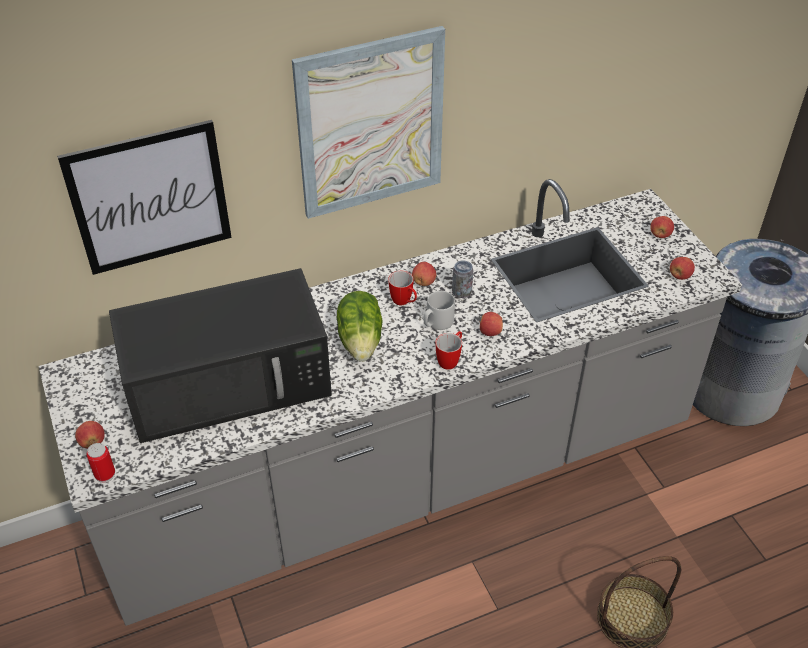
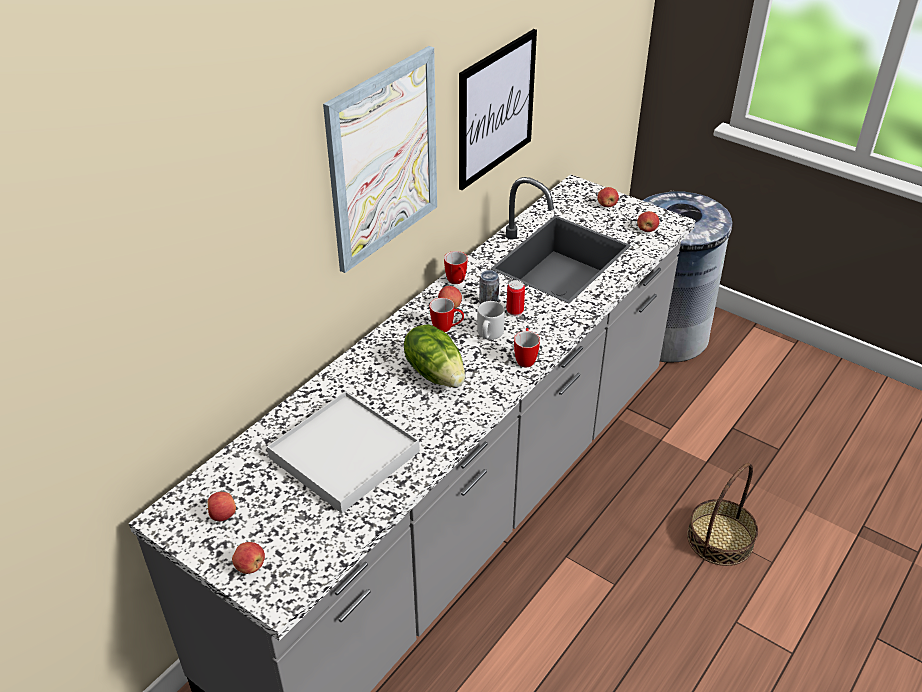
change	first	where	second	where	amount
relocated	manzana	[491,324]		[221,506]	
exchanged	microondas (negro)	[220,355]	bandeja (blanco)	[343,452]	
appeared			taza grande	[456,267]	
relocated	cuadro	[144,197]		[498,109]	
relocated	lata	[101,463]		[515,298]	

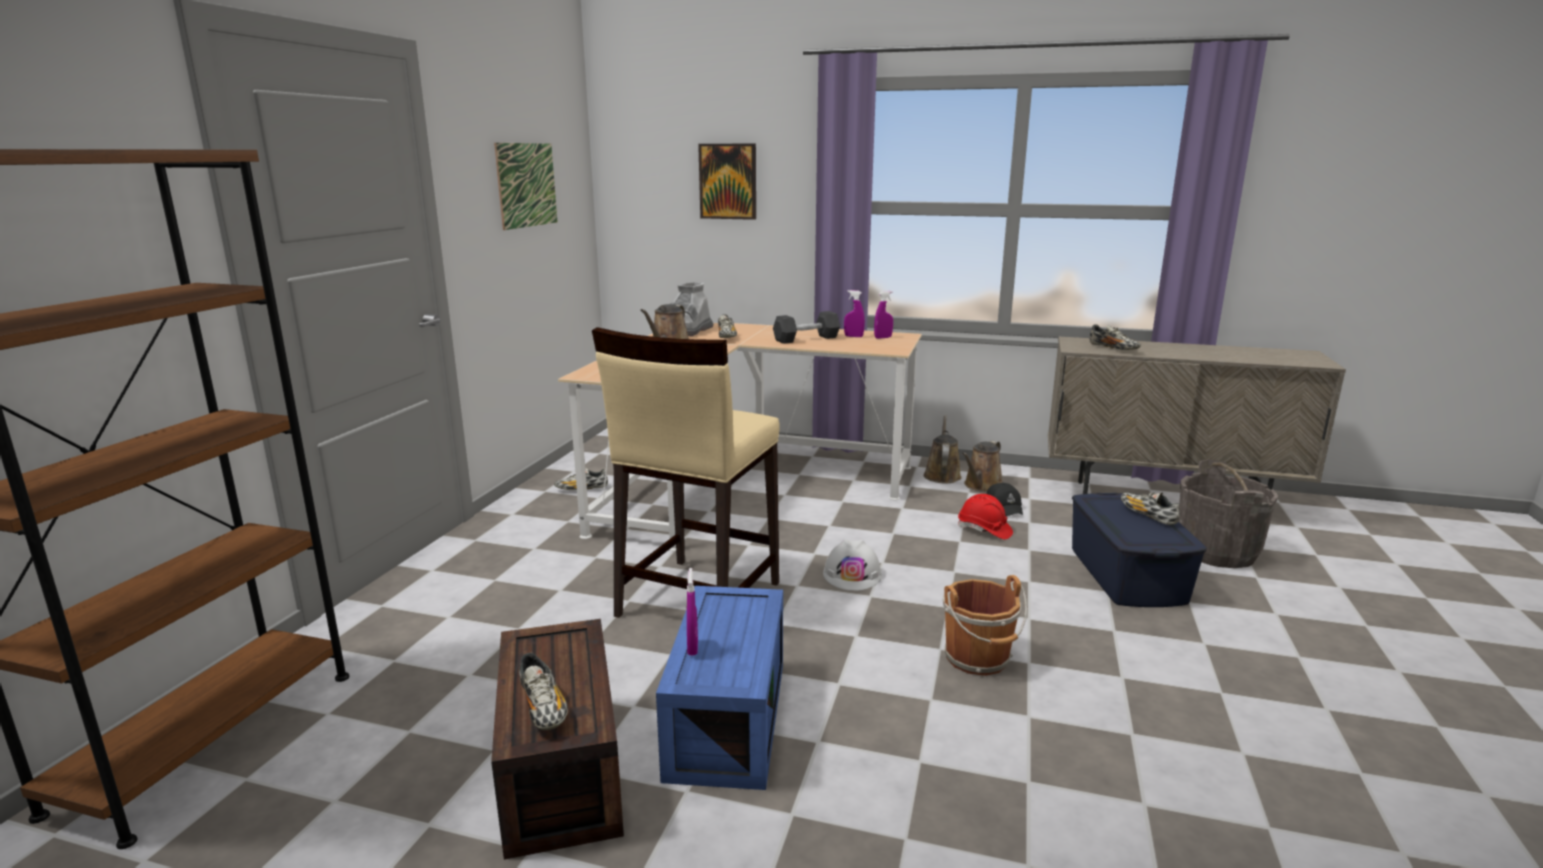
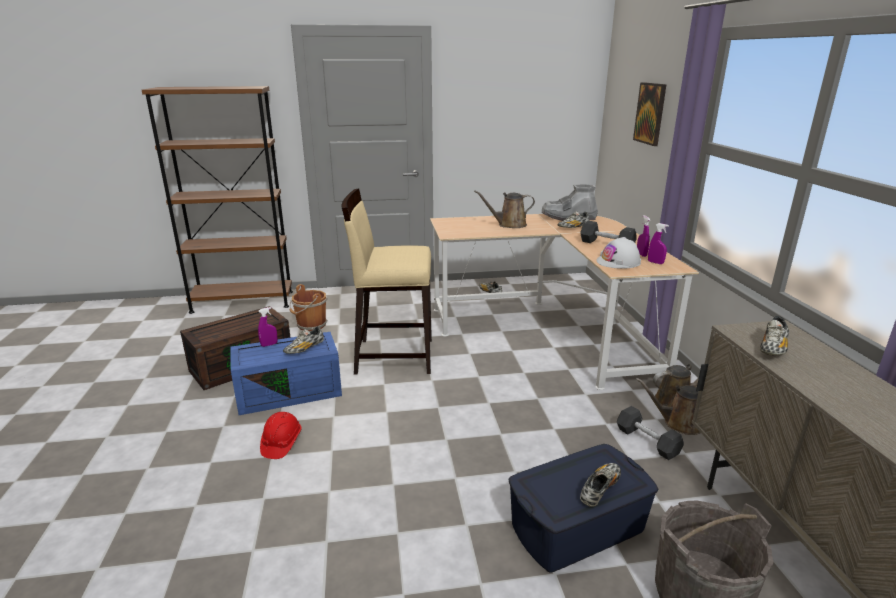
change	first	where	second	where	amount
relocated	casco (rojo)	[985,516]		[281,435]	
relocated	zapato	[543,691]		[303,340]	
relocated	cubo (marrón)	[985,625]		[308,307]	
relocated	casco (blanco)	[852,565]		[618,252]	
exchanged	gorra (negro)	[1004,500]	mancuerna (negro)	[650,433]	
missing	cuadro	[526,186]			

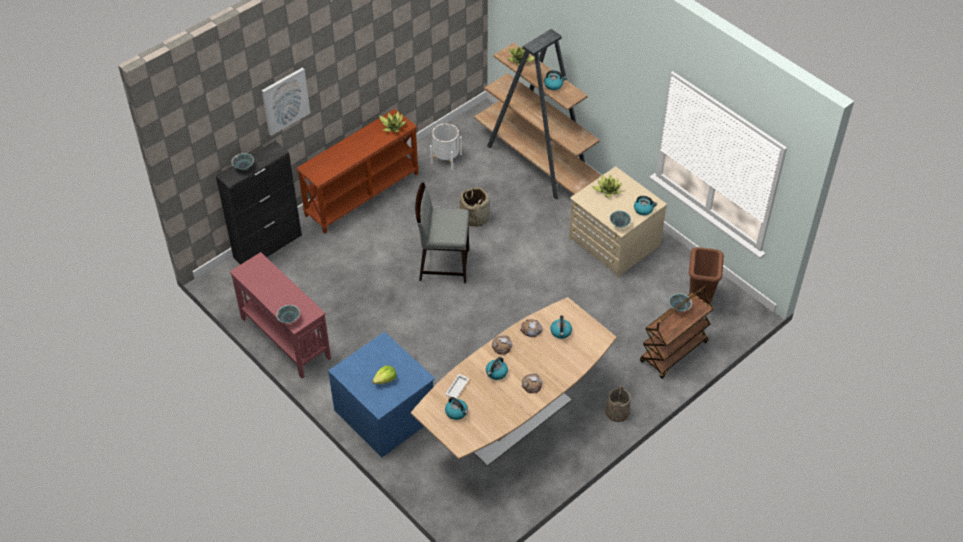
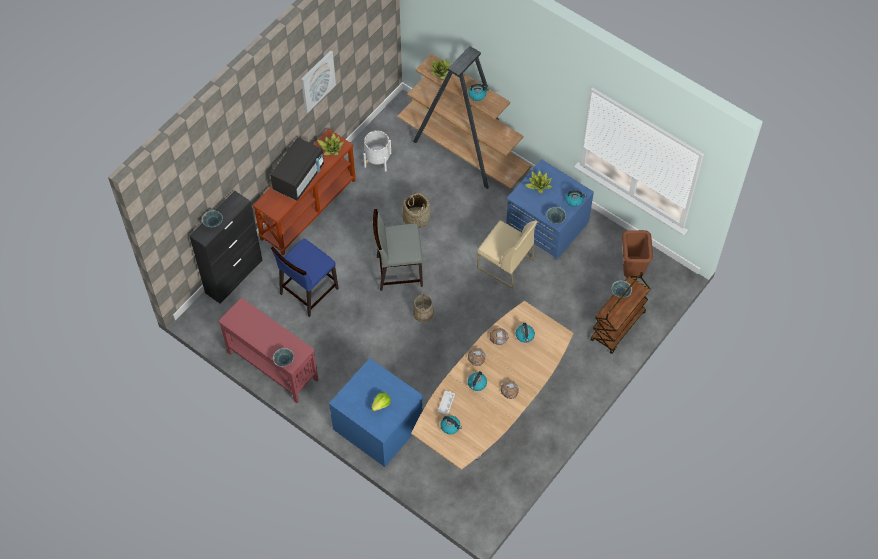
change	first	where	second	where	amount
appeared			microondas (negro)	[297,169]	
appeared			silla (azul)	[305,277]	
relocated	cuadro	[286,101]		[318,81]	
relocated	cubo (beis)	[618,403]		[423,307]	
appeared			silla (beis)	[507,254]	
colour	cómoda (beis)	[618,221]	cómoda (azul)	[550,209]	

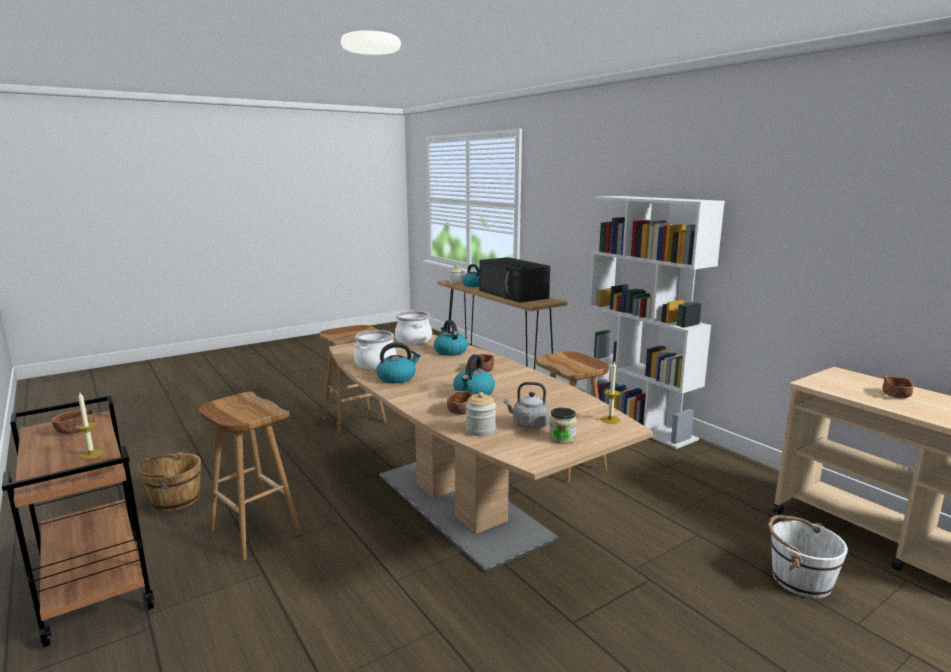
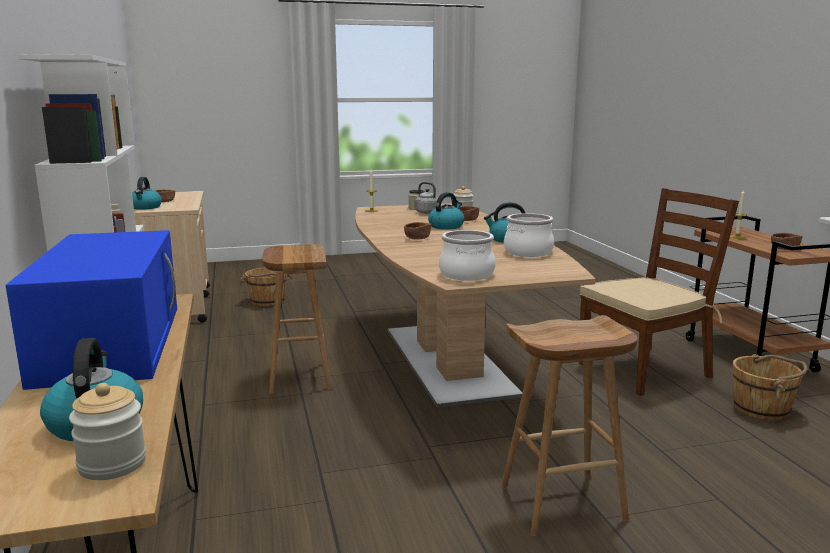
change	first	where	second	where	amount
colour	microondas (negro)	[514,280]	microondas (azul)	[91,310]	
relocated	hervidor	[451,338]		[147,193]	
colour	cubo (blanco)	[808,556]	cubo (marrón)	[266,286]	
exchanged	taburete (marrón)	[250,475]	silla (marrón)	[659,292]	

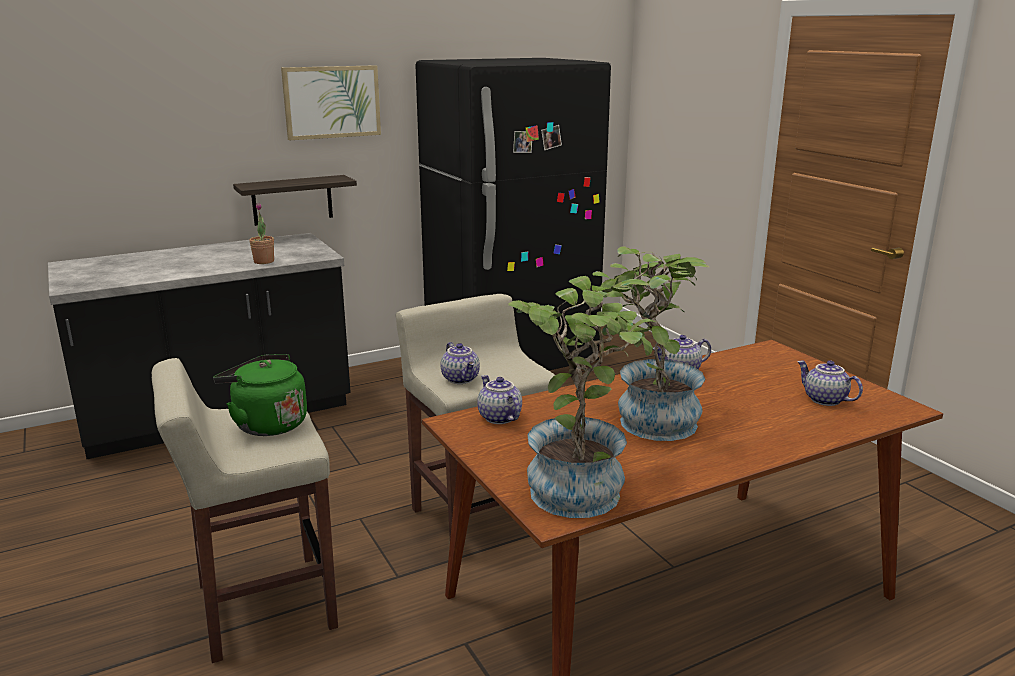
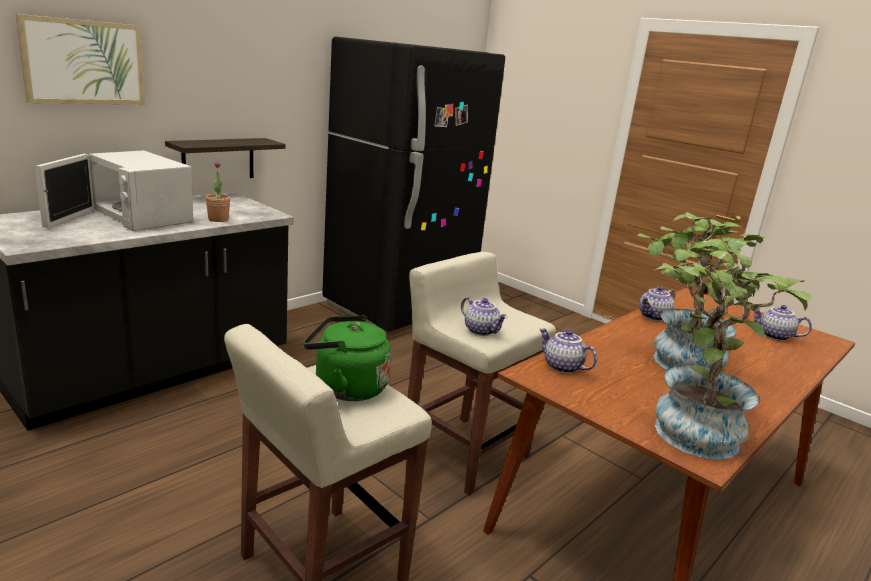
change	first	where	second	where	amount
relocated	cuadro	[331,102]		[80,59]	
appeared			microondas (blanco)	[114,190]	

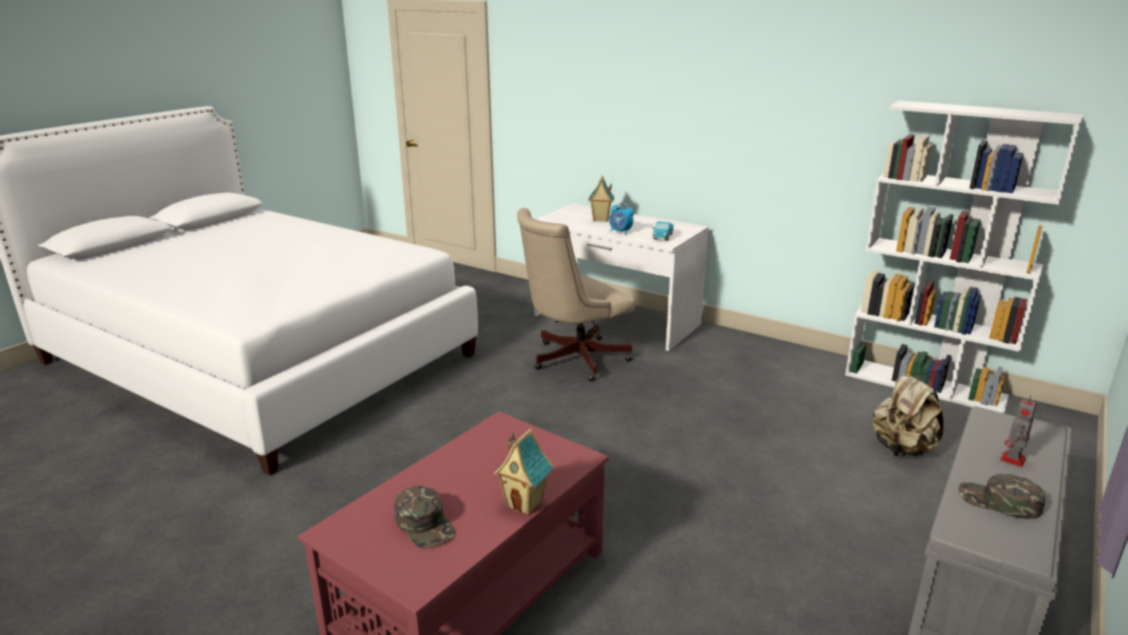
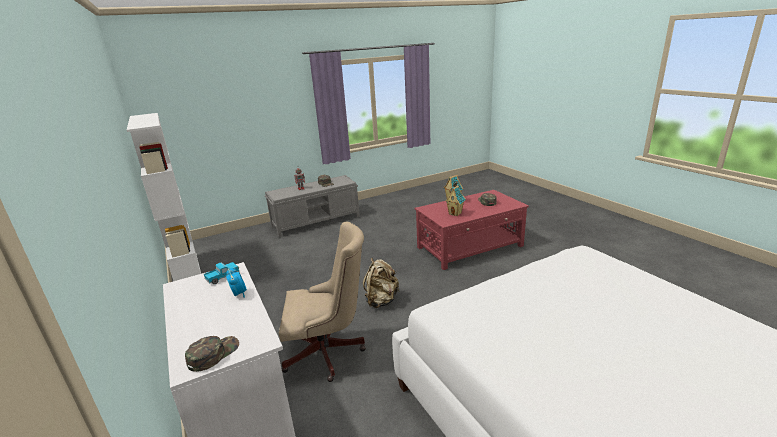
change	first	where	second	where	amount
appeared			gorra (verde)	[212,354]	
relocated	mochila (beis)	[907,415]		[381,283]	
relocated	casita	[601,199]		[455,200]	

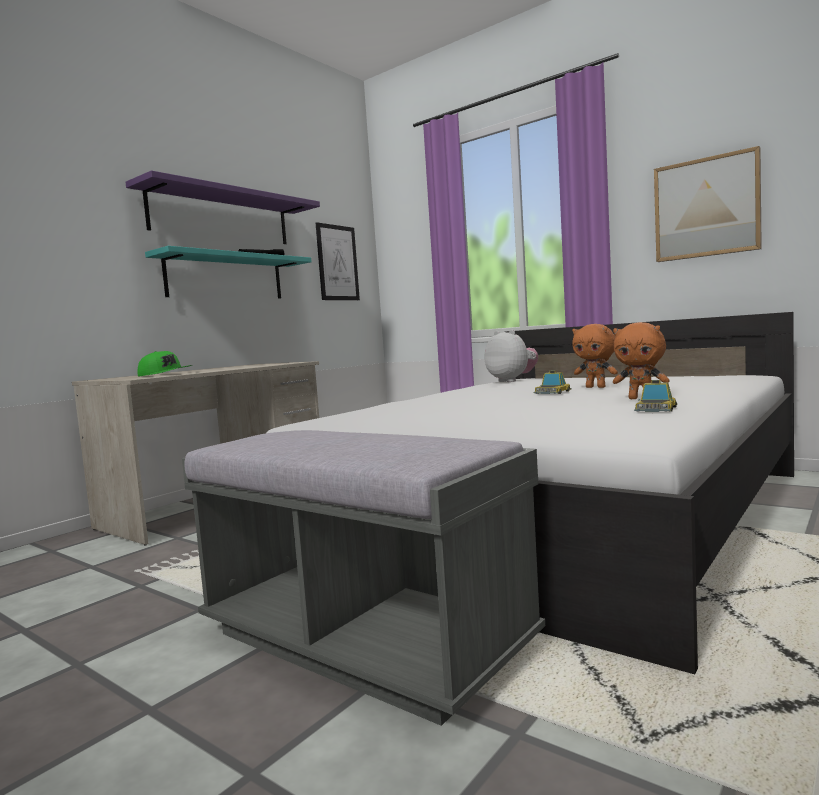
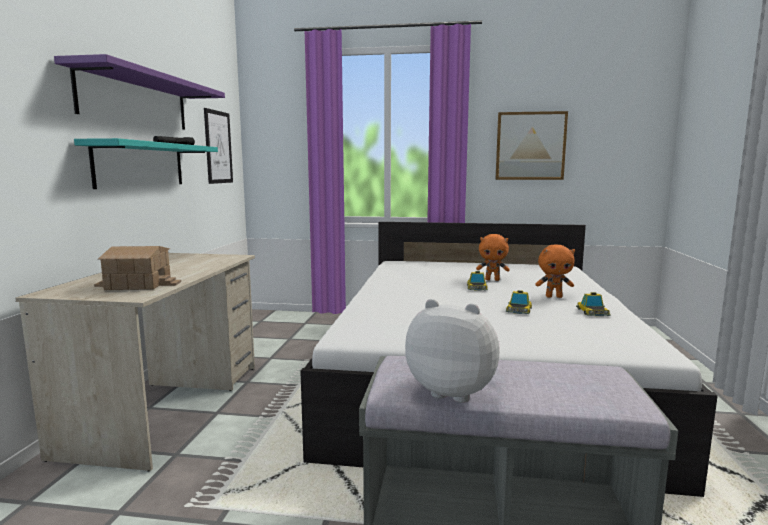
change	first	where	second	where	amount
exchanged	gorra (verde)	[165,364]	casita	[137,268]	
relocated	peluche	[511,356]		[452,351]	
appeared			coche de juguete	[519,302]	

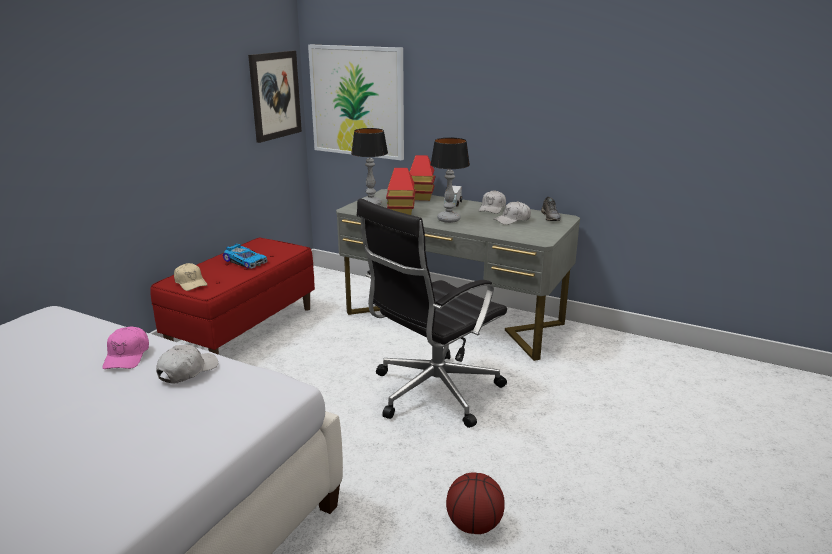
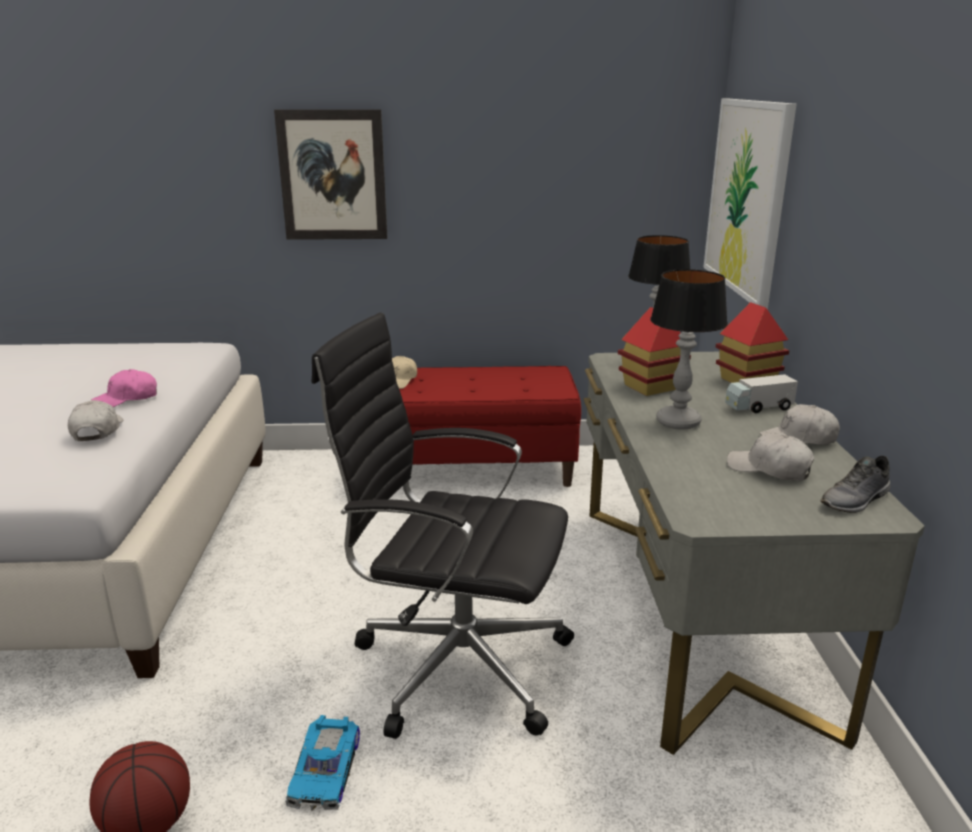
change	first	where	second	where	amount
spun	gorra (blanco)	[187,364]		[95,420]	105 degrees counterclockwise
relocated	cuadro	[275,97]		[330,174]	
relocated	coche de juguete	[245,256]		[322,763]	

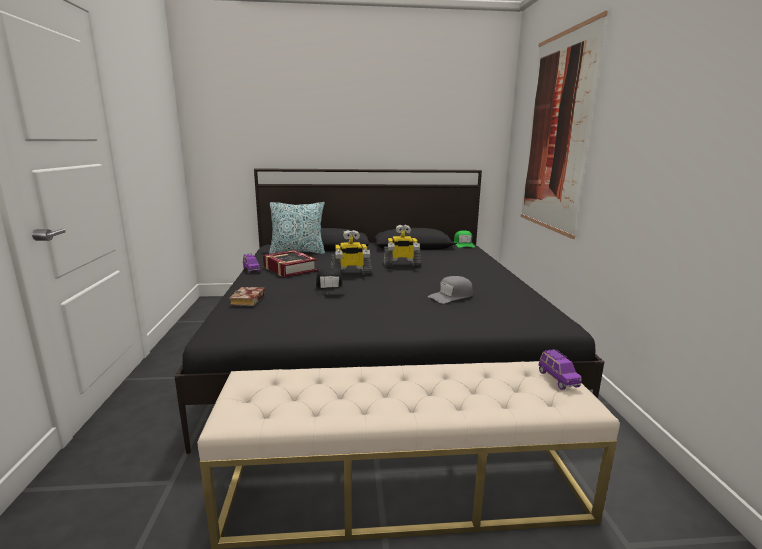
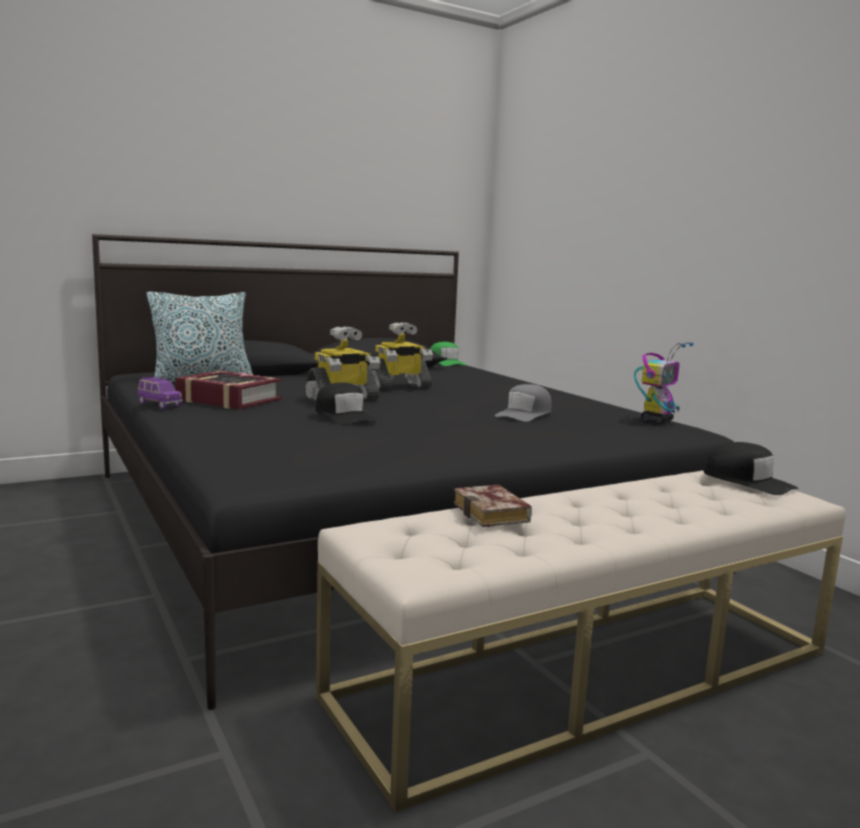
change	first	where	second	where	amount
relocated	libro	[247,296]		[492,506]	
appeared			robot de juguete	[664,383]	
exchanged	coche de juguete (morado)	[560,369]	gorra (negro)	[751,468]	
missing	cuadro	[564,125]			

